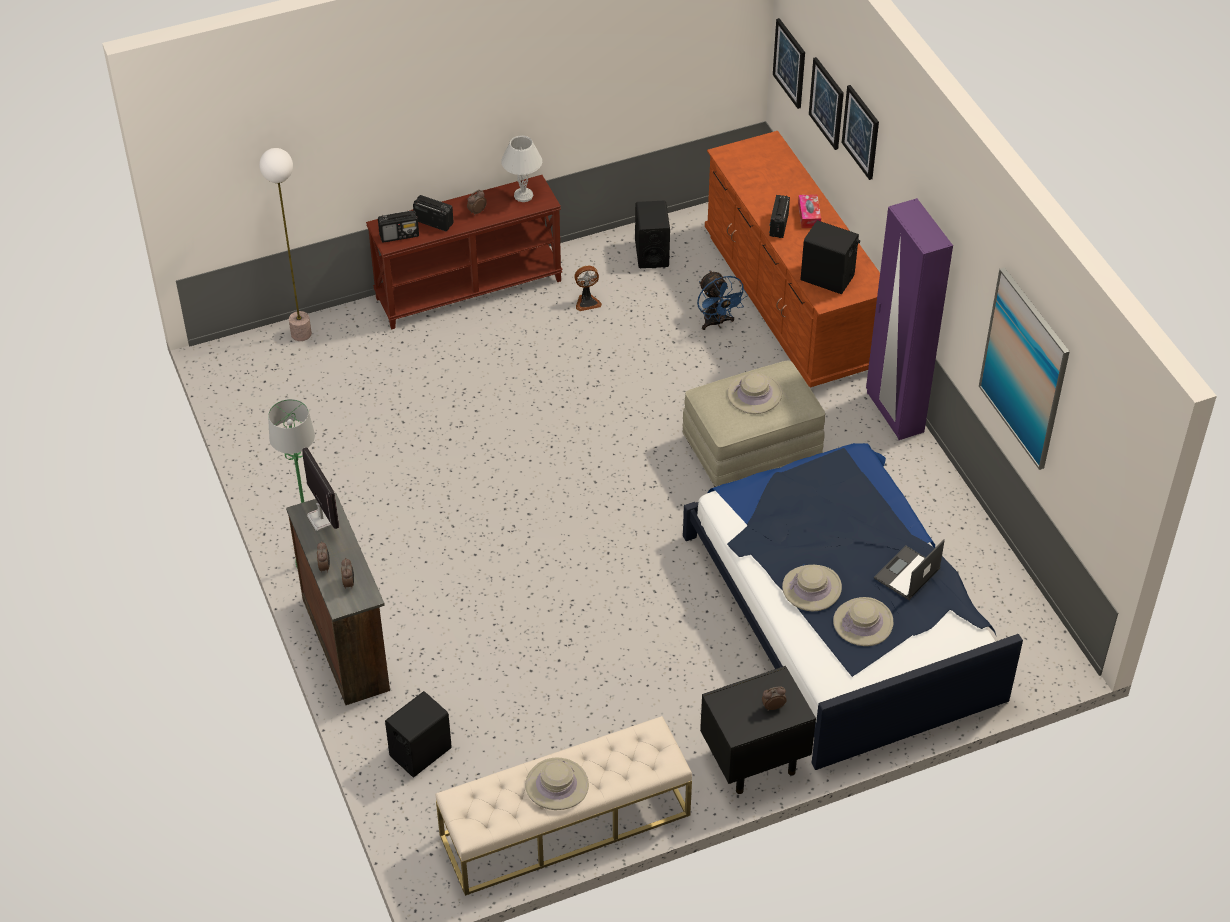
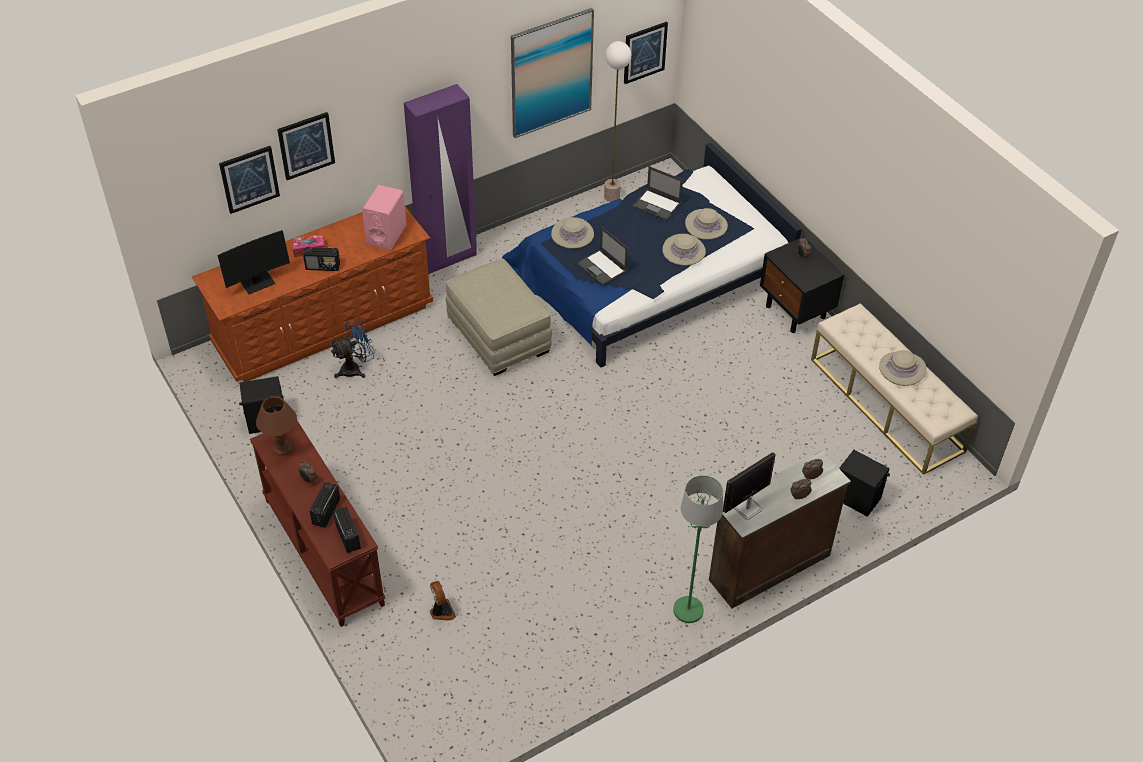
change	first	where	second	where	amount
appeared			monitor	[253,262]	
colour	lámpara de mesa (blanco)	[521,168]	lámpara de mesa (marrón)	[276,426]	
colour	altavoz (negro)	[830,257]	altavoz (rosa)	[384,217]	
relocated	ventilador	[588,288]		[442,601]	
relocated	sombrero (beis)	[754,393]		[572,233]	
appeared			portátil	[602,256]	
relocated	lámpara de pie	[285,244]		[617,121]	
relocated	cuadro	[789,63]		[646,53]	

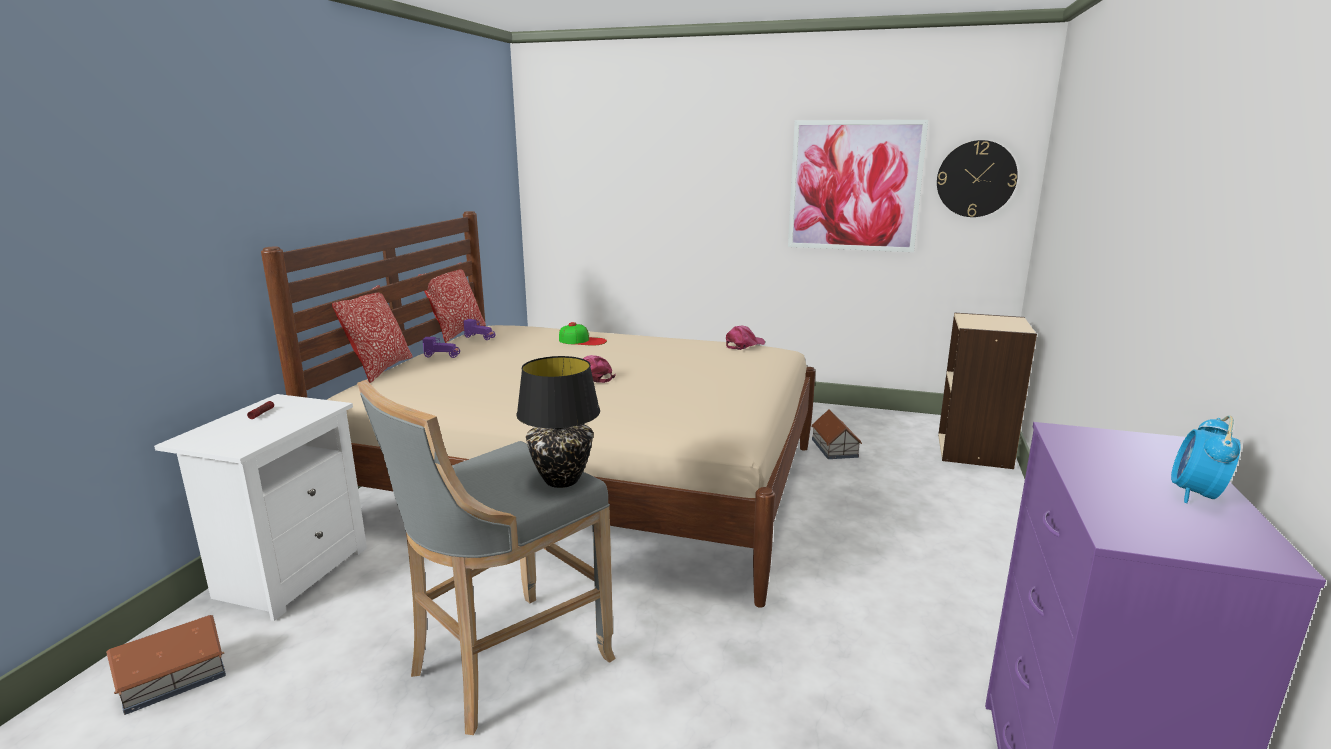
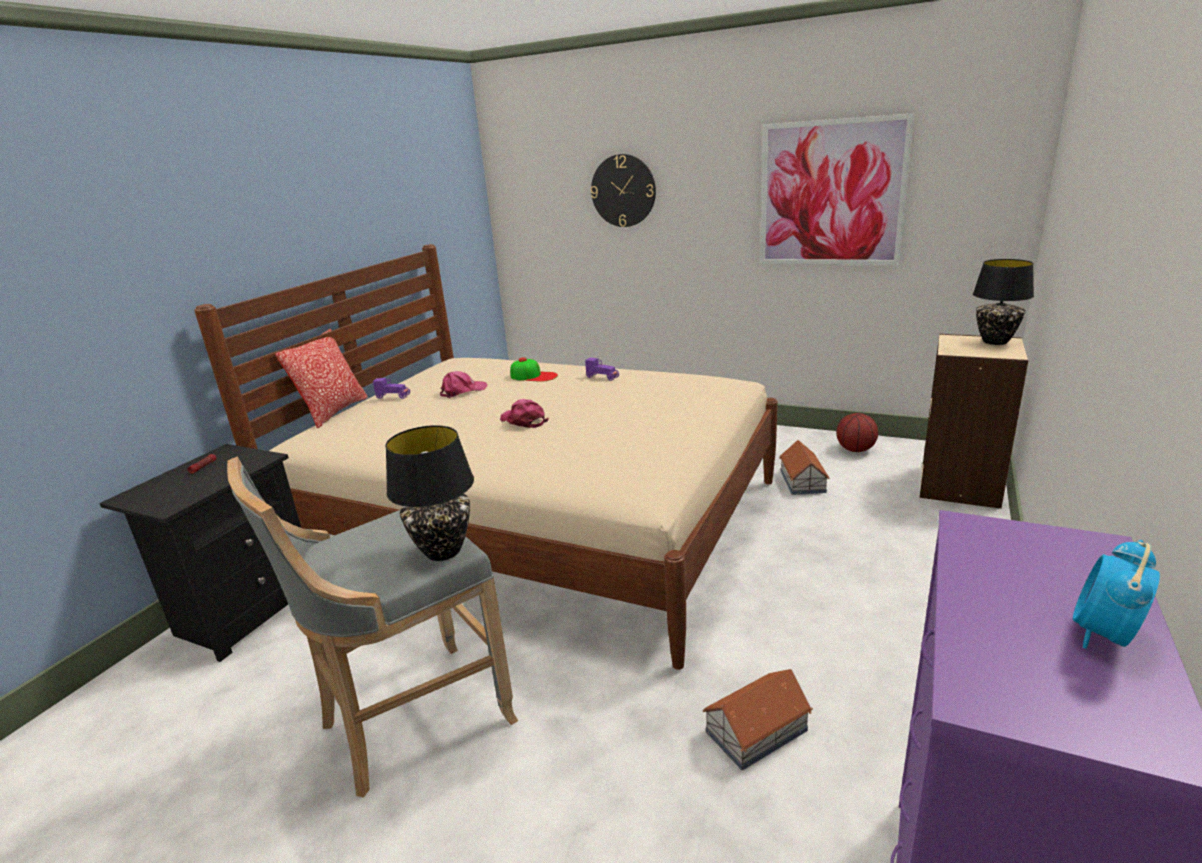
change	first	where	second	where	amount
colour	mesita de noche (blanco)	[260,507]	mesita de noche (negro)	[200,553]	
relocated	gorra (rosa)	[745,338]		[464,384]	
relocated	coche de juguete (morado)	[479,329]		[602,369]	
relocated	reloj de pared	[977,178]		[623,190]	
relocated	casita	[166,665]		[757,719]	
appeared			balón de baloncesto	[857,432]	
appeared			lámpara de mesa (negro)	[1003,302]	
missing	cojín	[452,303]			

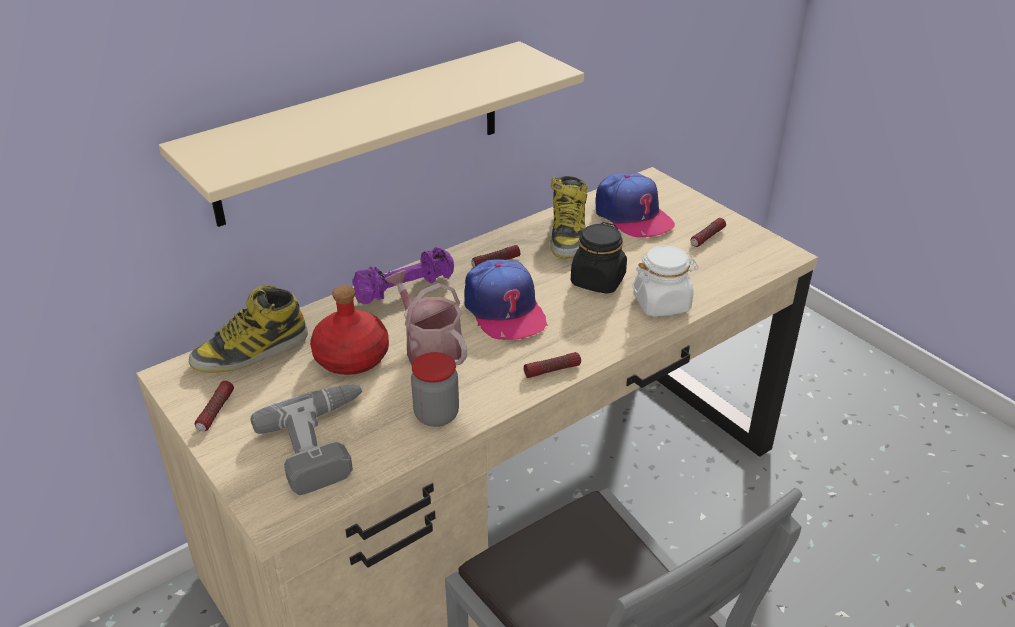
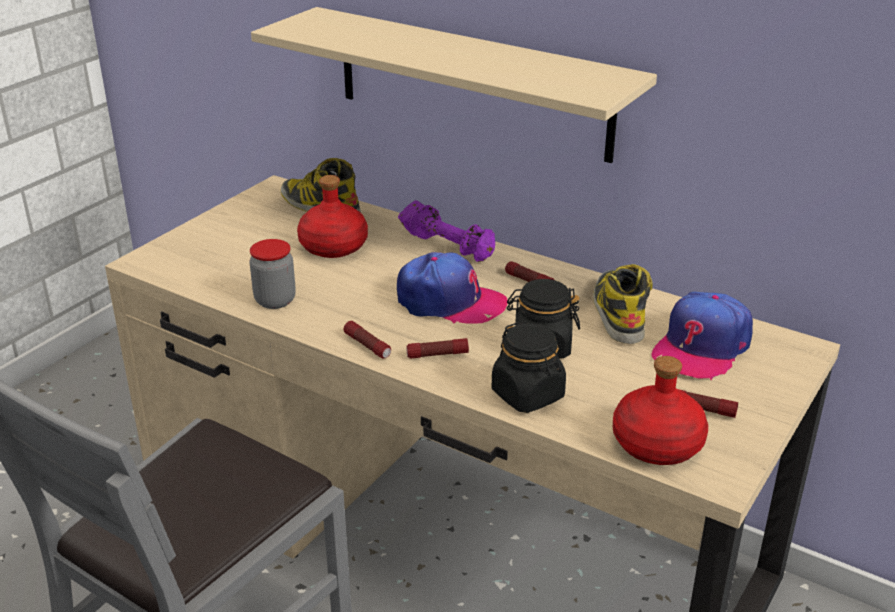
change	first	where	second	where	amount
spun	gorra	[506,299]		[452,288]	120 degrees counterclockwise
relocated	linterna	[214,406]		[437,348]	
colour	tarro (blanco)	[665,281]	tarro (negro)	[529,367]	
spun	bota	[568,217]		[623,304]	105 degrees clockwise
appeared			botella (rojo)	[660,410]	
missing	taladro	[307,440]			
missing	regadera	[426,317]			

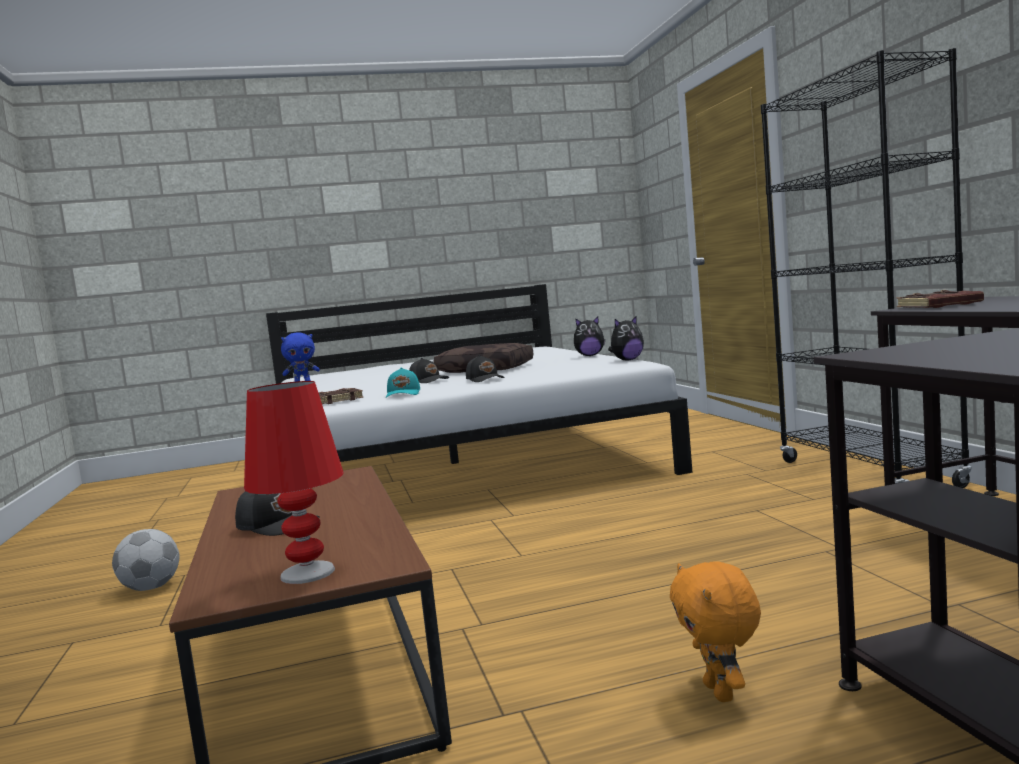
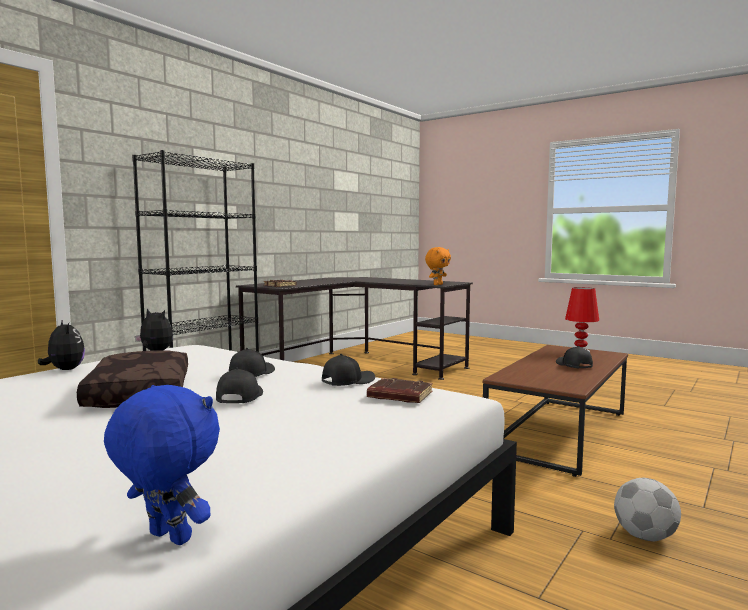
change	first	where	second	where	amount
colour	gorra (turquesa)	[402,383]	gorra (negro)	[348,370]	
relocated	peluche (naranja)	[715,631]		[438,266]	

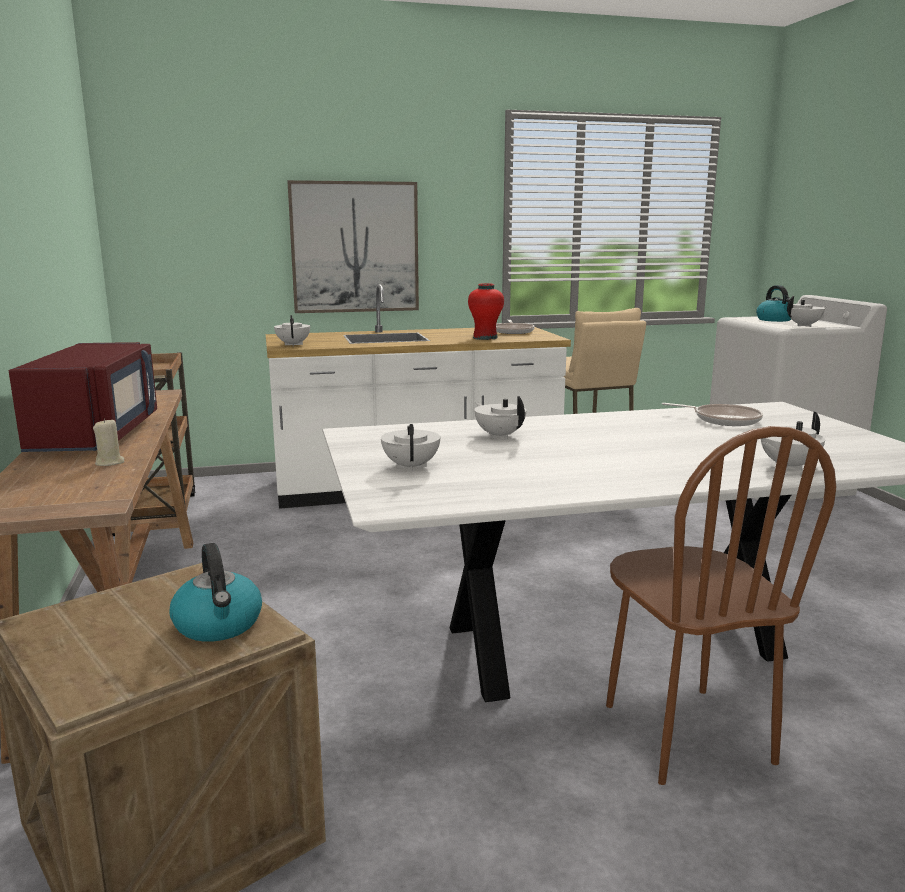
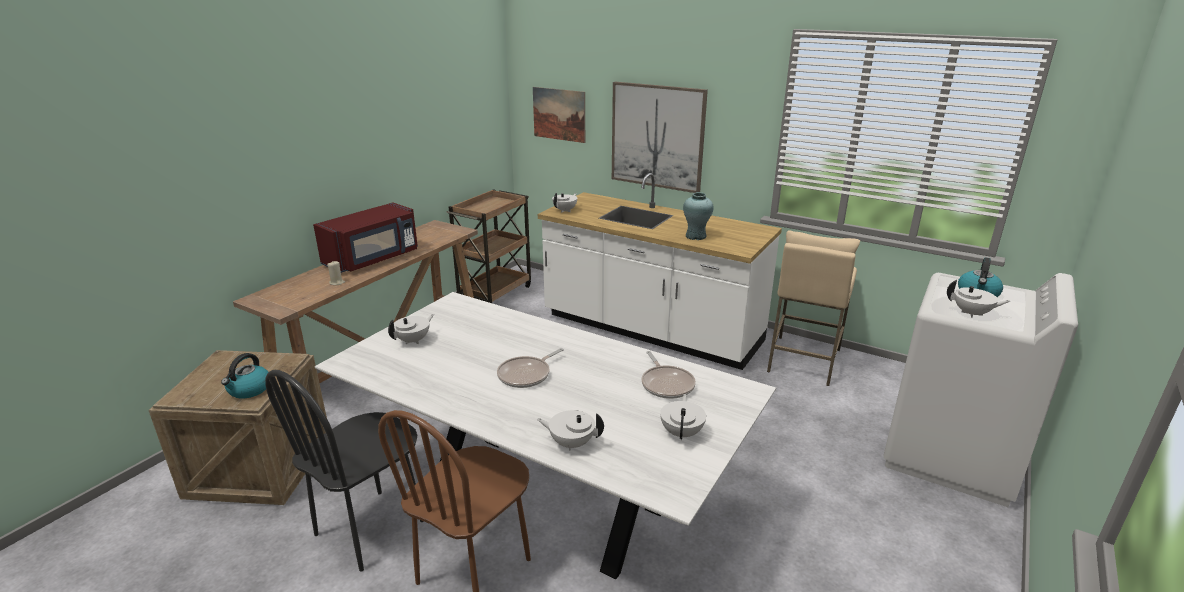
change	first	where	second	where	amount
appeared			silla (negro)	[344,470]	
relocated	sartén	[515,327]		[530,368]	
appeared			cuadro	[559,115]	
relocated	tetera (blanco)	[500,417]		[683,417]	
colour	florero (rojo)	[486,311]	florero (turquesa)	[698,216]	

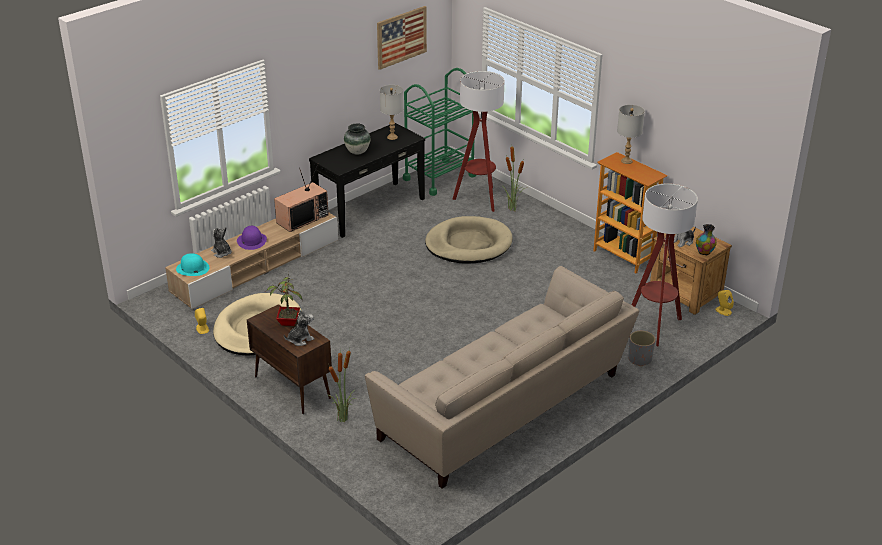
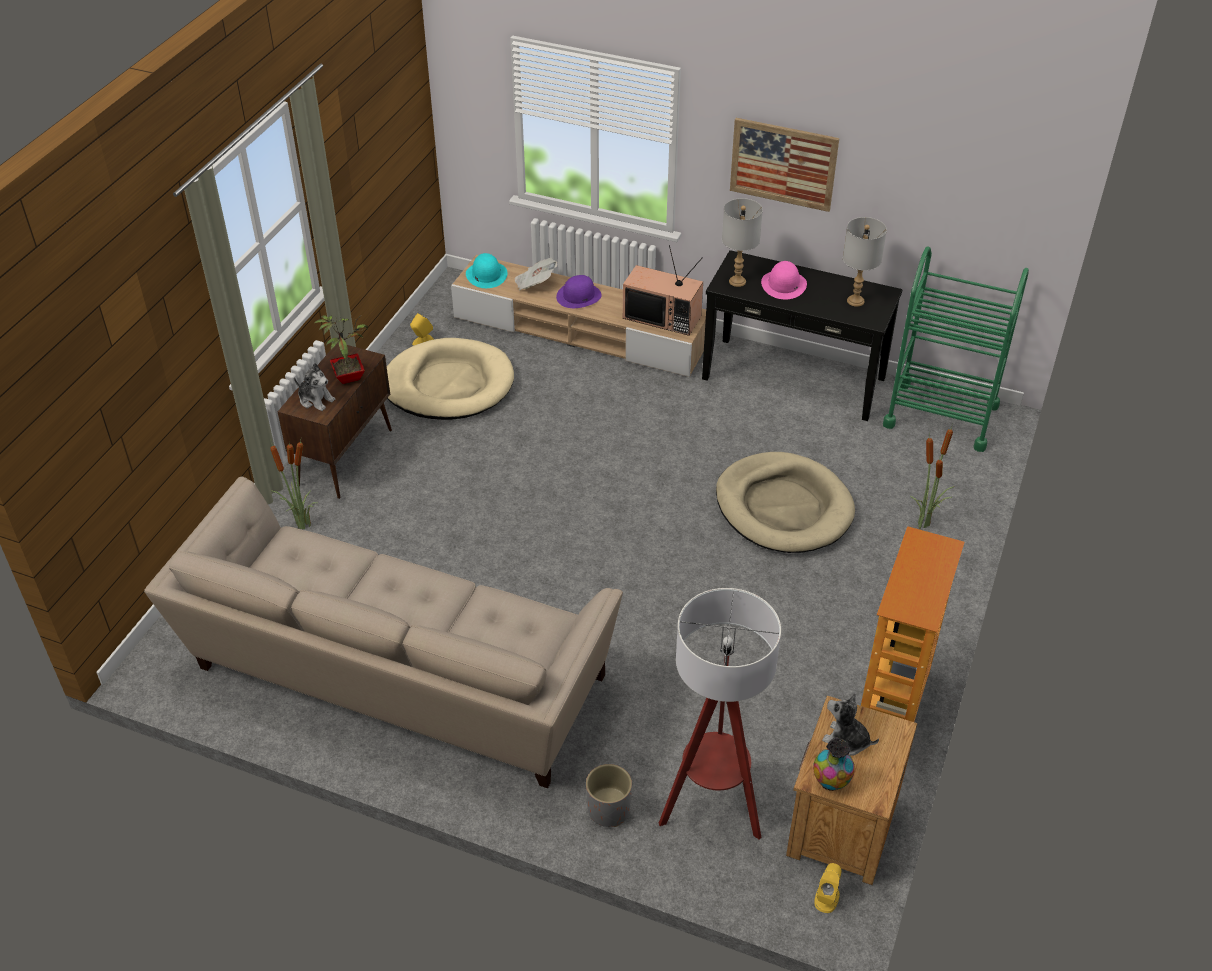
change	first	where	second	where	amount
exchanged	peluche	[221,242]	periódico	[536,274]	
relocated	lámpara de mesa (gris)	[631,134]		[742,242]	
relocated	cuadro	[402,38]		[784,165]	
exchanged	florero	[357,139]	sombrero (rosa)	[784,280]	
missing	lámpara de pie	[478,141]			

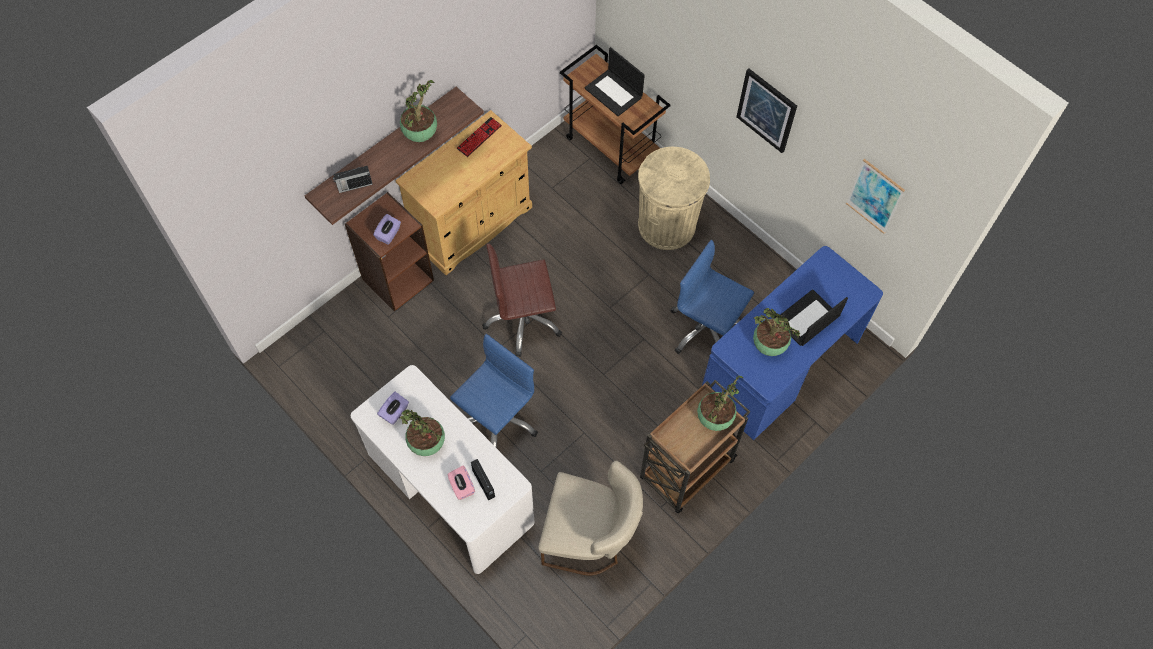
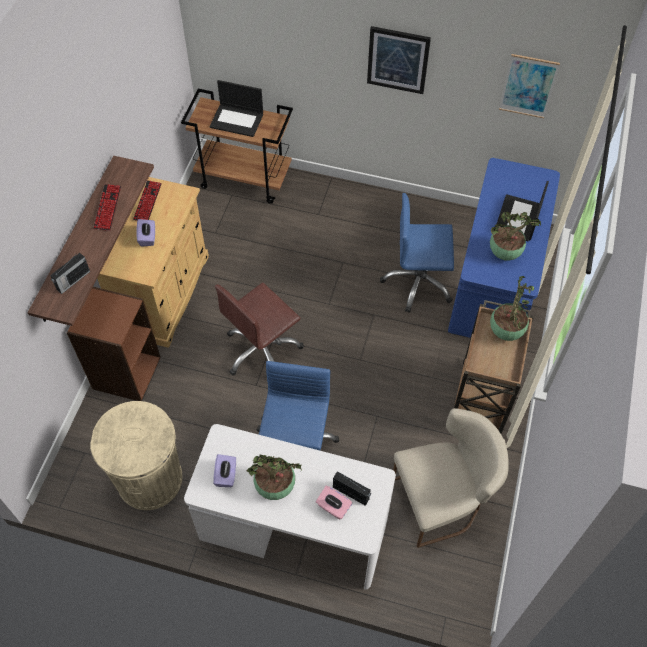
change	first	where	second	where	amount
relocated	papelera (beis)	[674,198]		[136,455]	
exchanged	planta en maceta	[418,111]	teclado	[107,207]	
relocated	caja de pañuelos (morado)	[387,229]		[146,233]	

